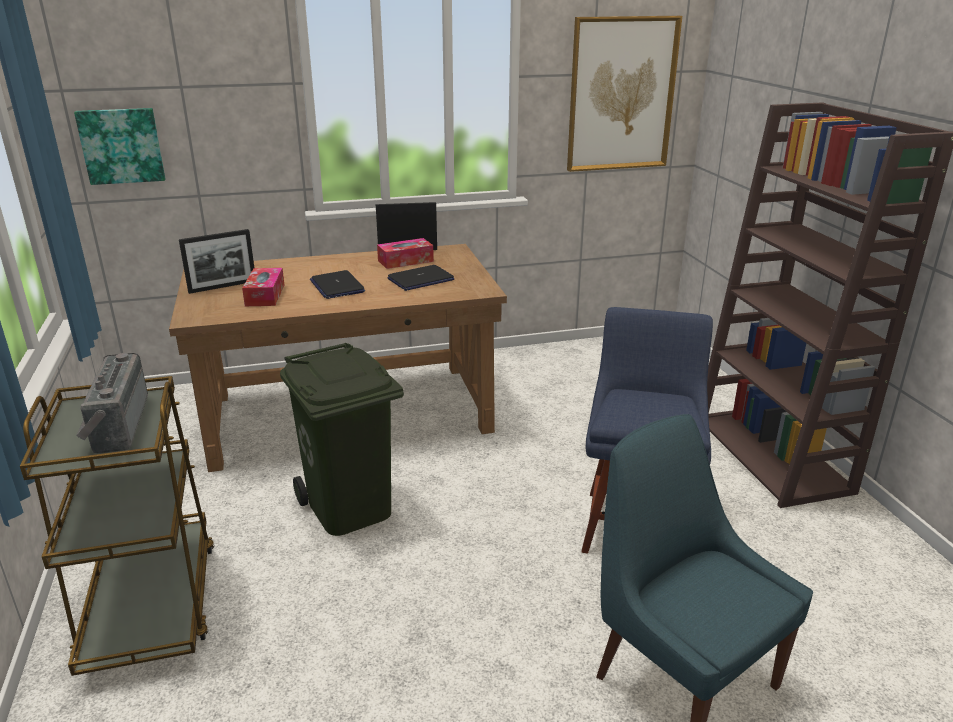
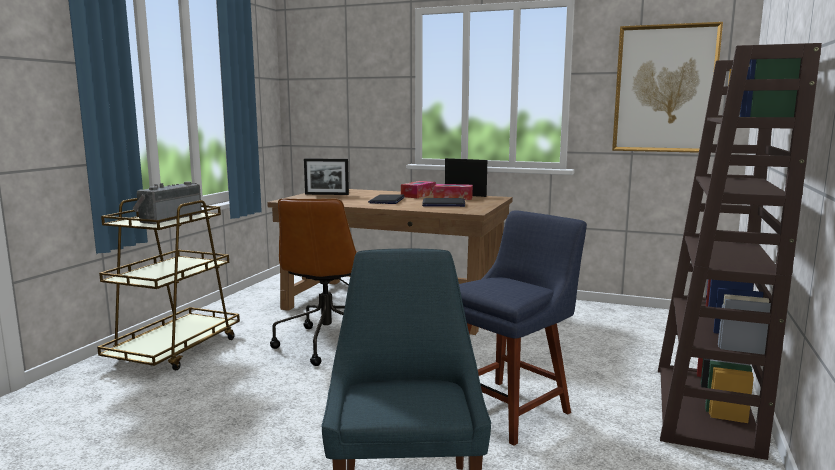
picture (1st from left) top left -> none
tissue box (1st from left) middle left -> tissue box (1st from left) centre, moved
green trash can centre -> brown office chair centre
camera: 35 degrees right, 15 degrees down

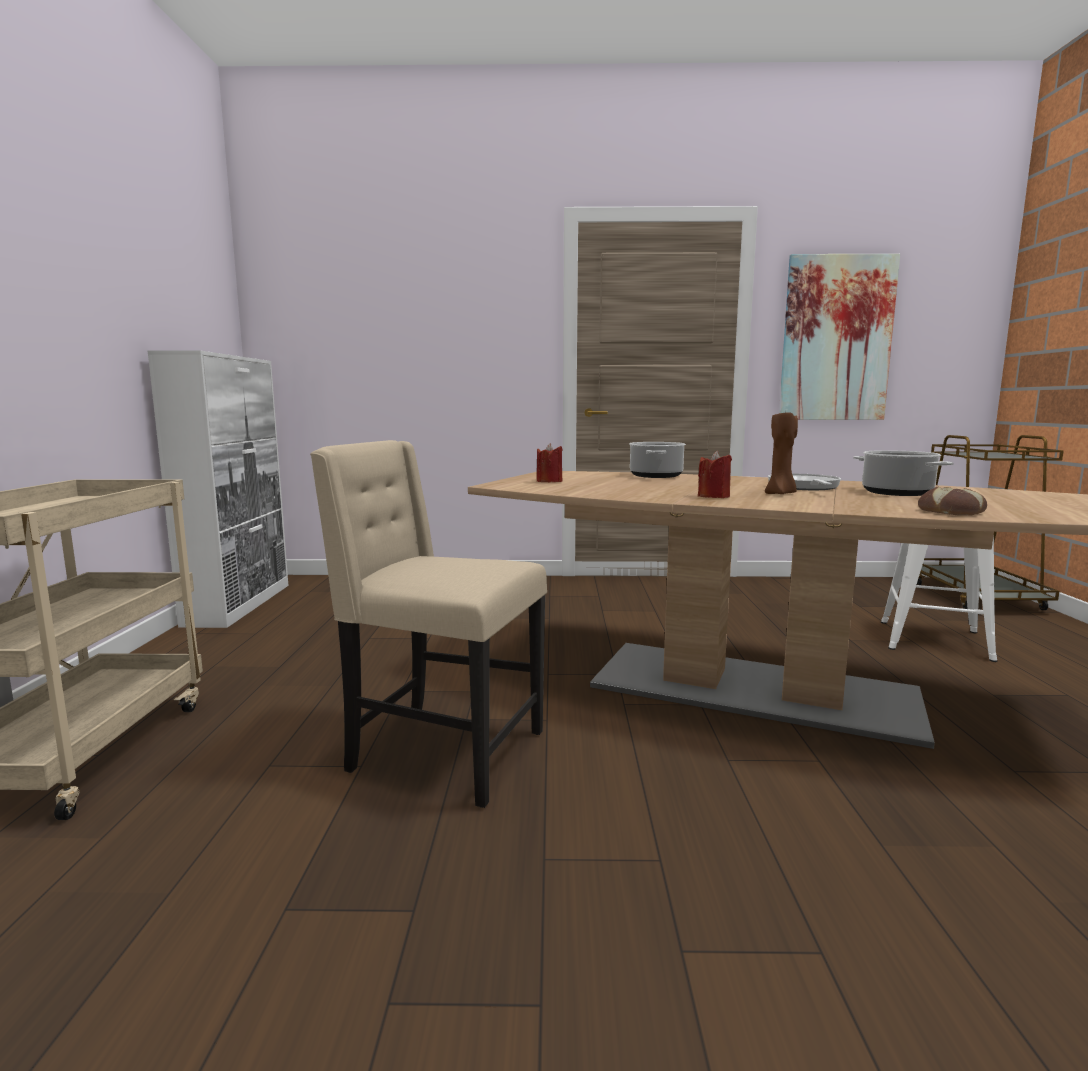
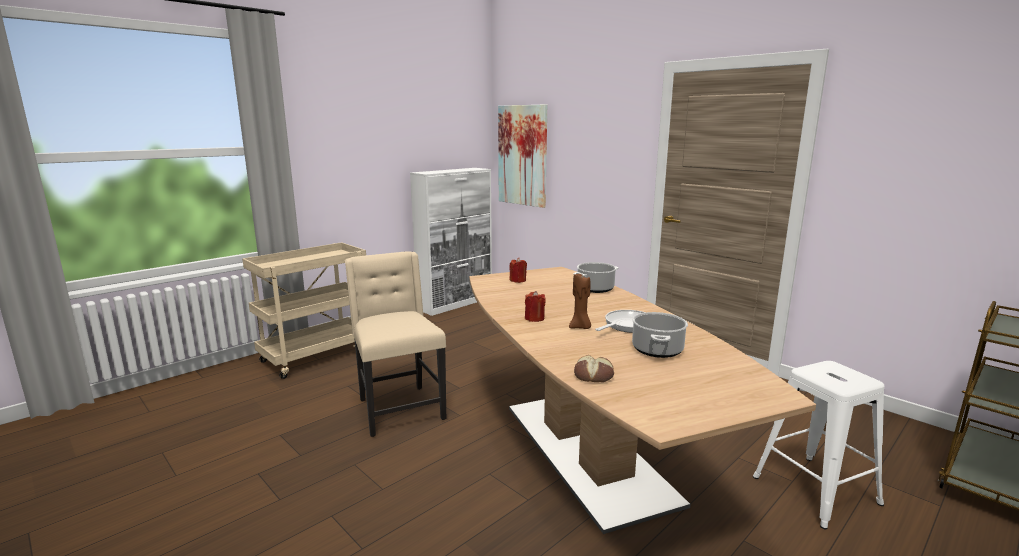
picture top right -> picture top centre, moved
camera: 45 degrees right, 5 degrees up

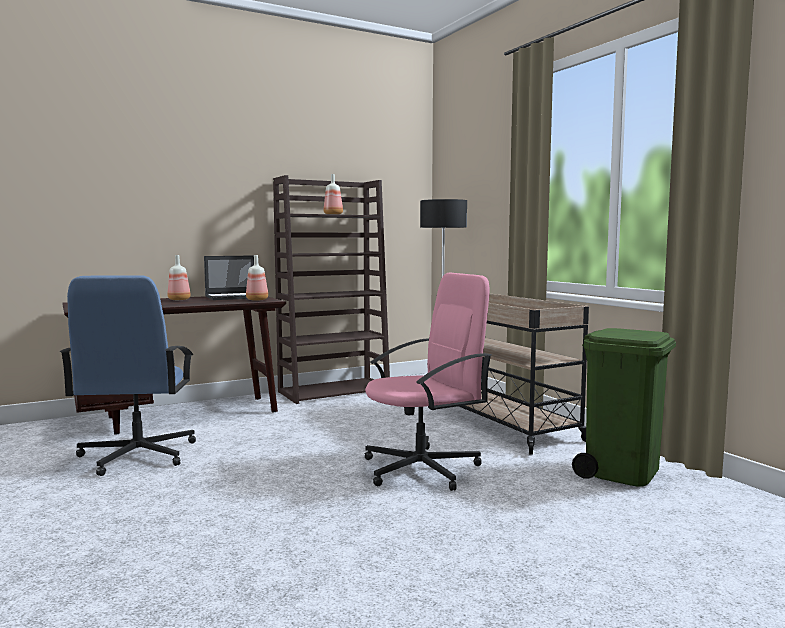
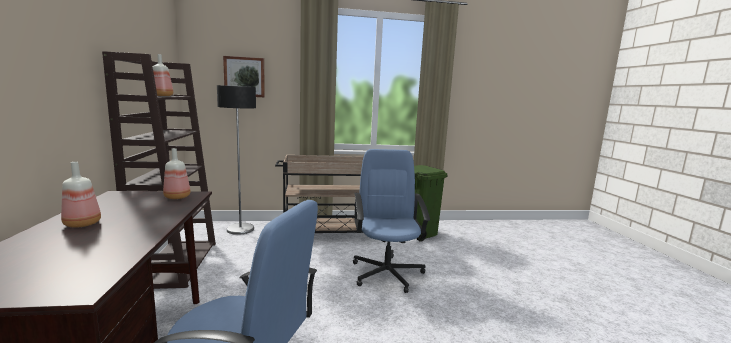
laptop middle left -> none
pink office chair centre -> blue office chair (2nd from left) centre
none -> picture top centre
camera: 70 degrees left, 5 degrees up

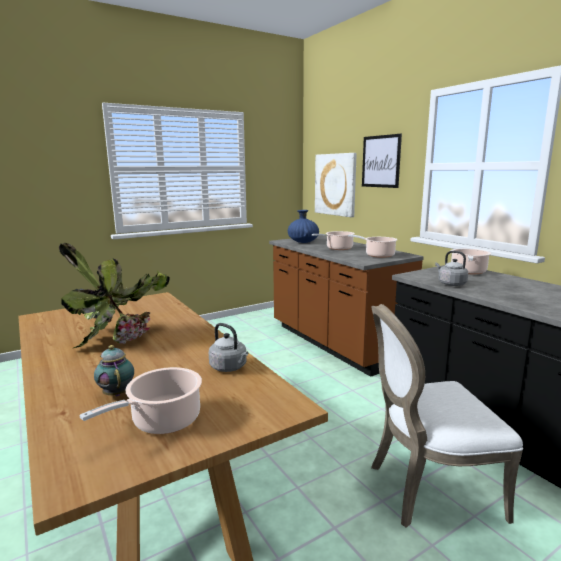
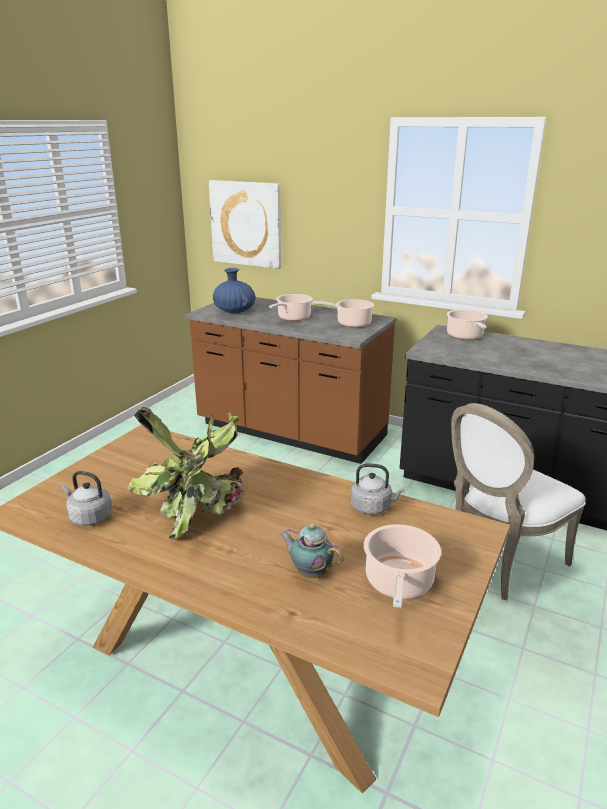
picture (2nd from left) top right -> none
grey kettle (2nd from left in the first image) middle right -> grey kettle (1st from left) middle left, moved
camera: 30 degrees left, 10 degrees up

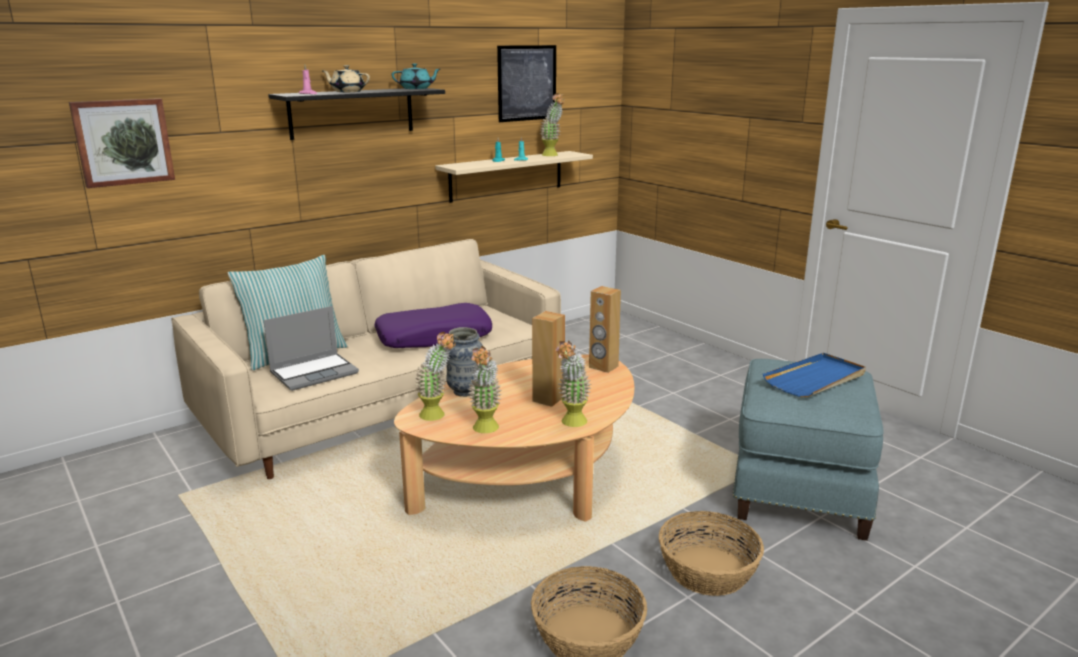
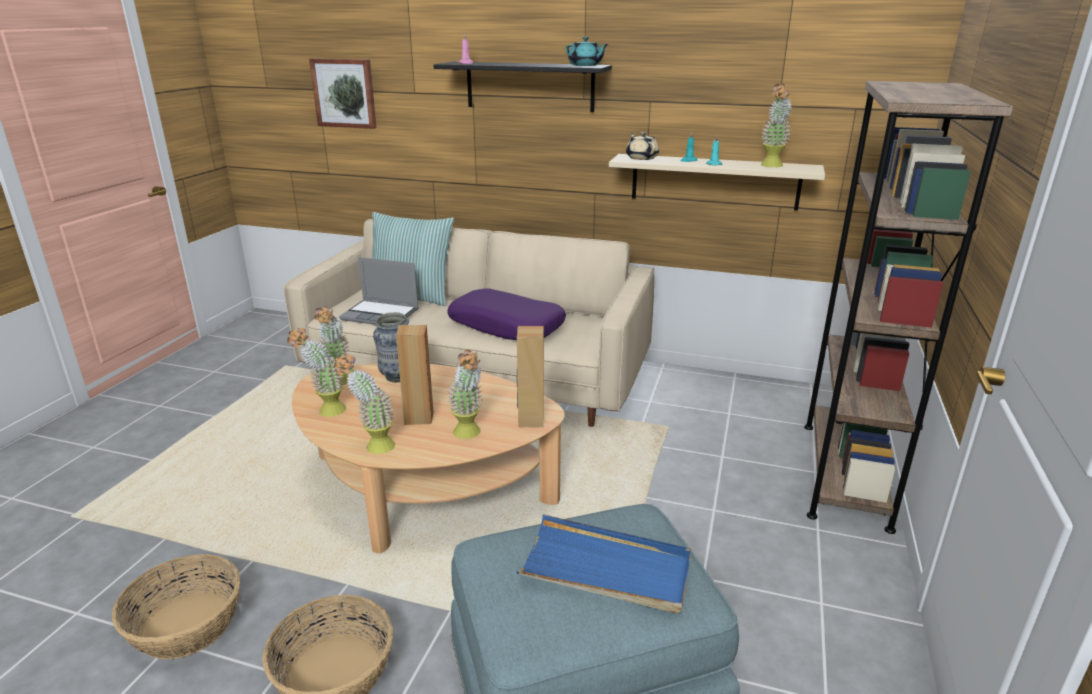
beige teapot top left -> beige teapot top centre, moved
picture (2nd from left) top centre -> none
none -> potted plant (4th from left) centre
none -> brown bookcase middle right
camera: 55 degrees right, 5 degrees up

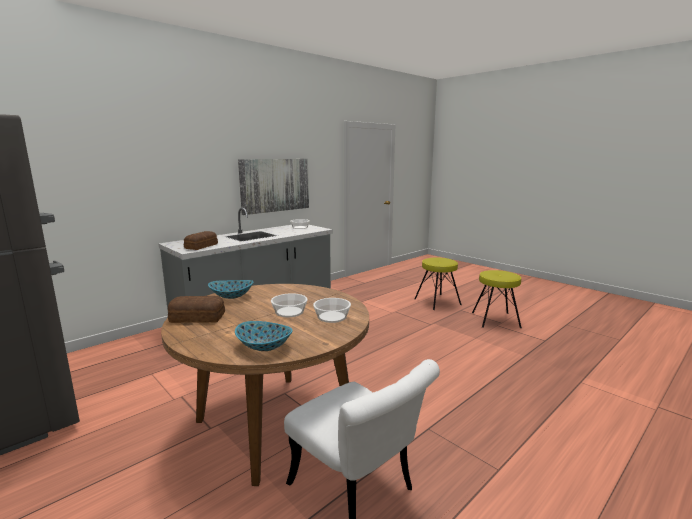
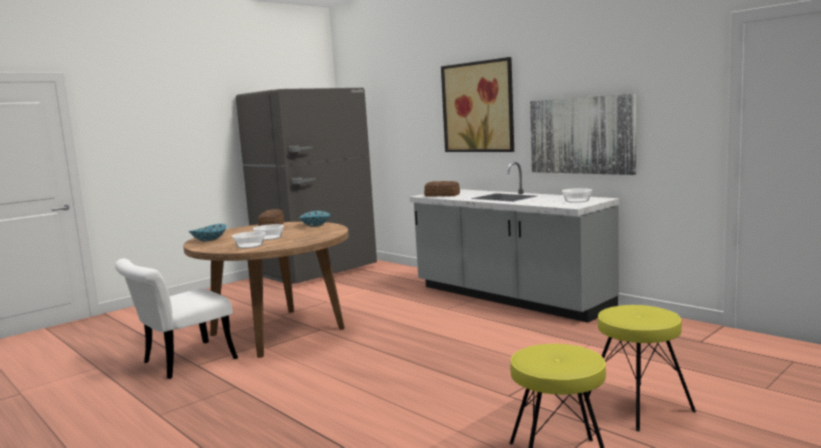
none -> picture (1st from left) top centre
camera: 90 degrees right, 5 degrees down

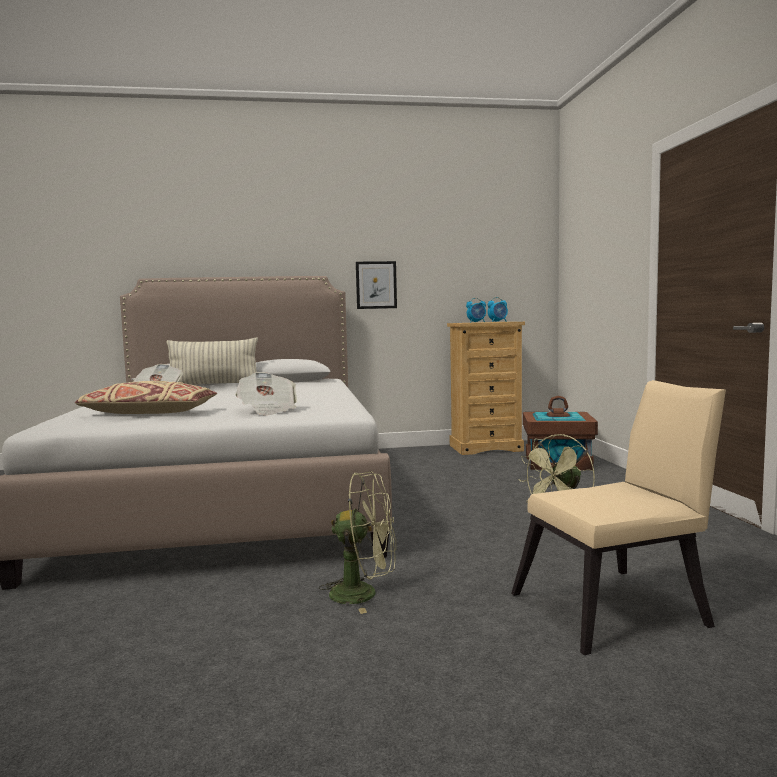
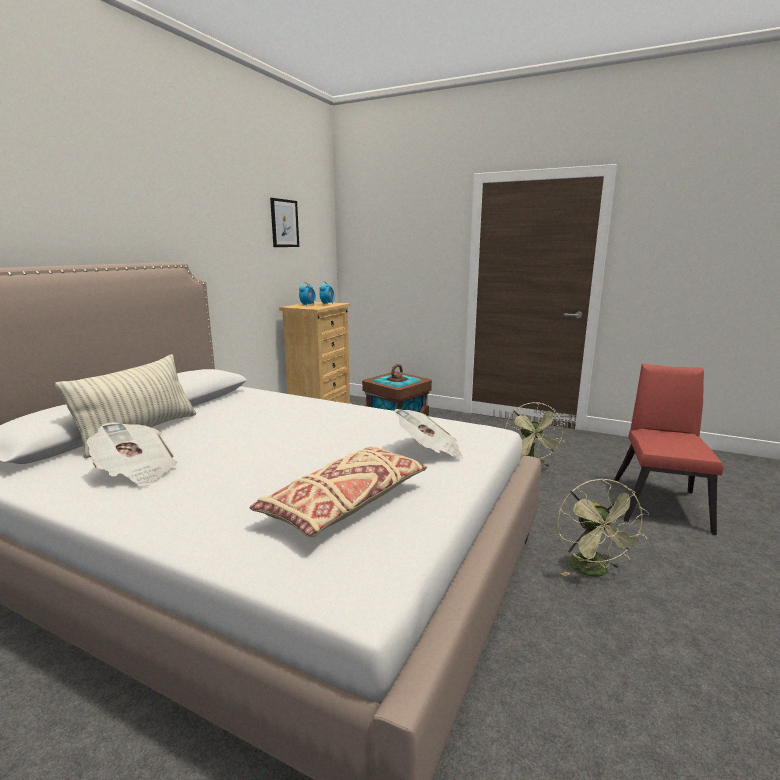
green fan (1st from left in the first image) bottom centre -> green fan (2nd from left) bottom right, 135 degrees clockwise
picture centre -> picture top centre, moved
beige chair middle right -> red chair middle right
camera: 55 degrees left, 10 degrees up

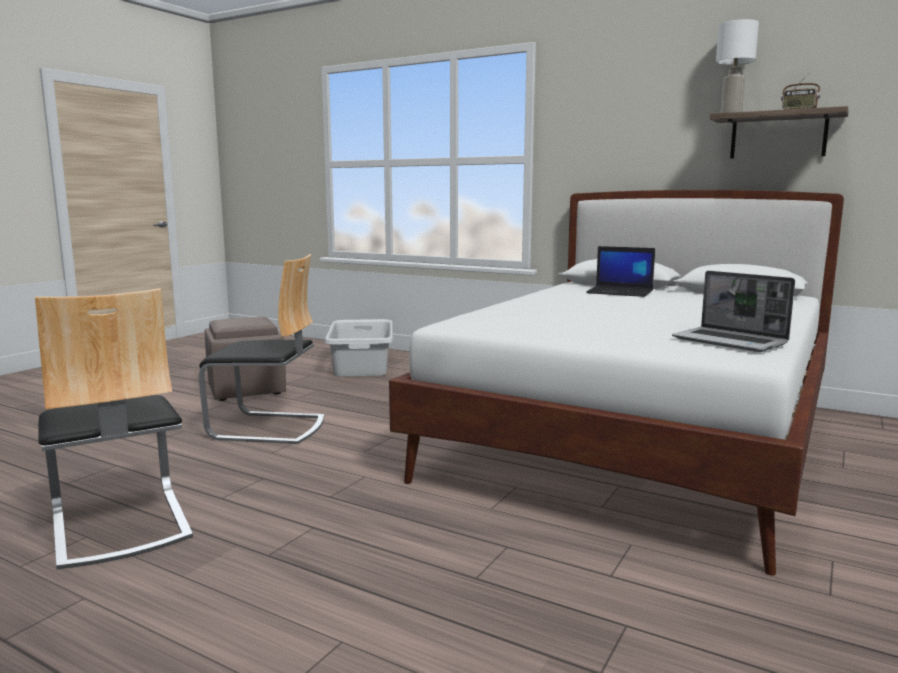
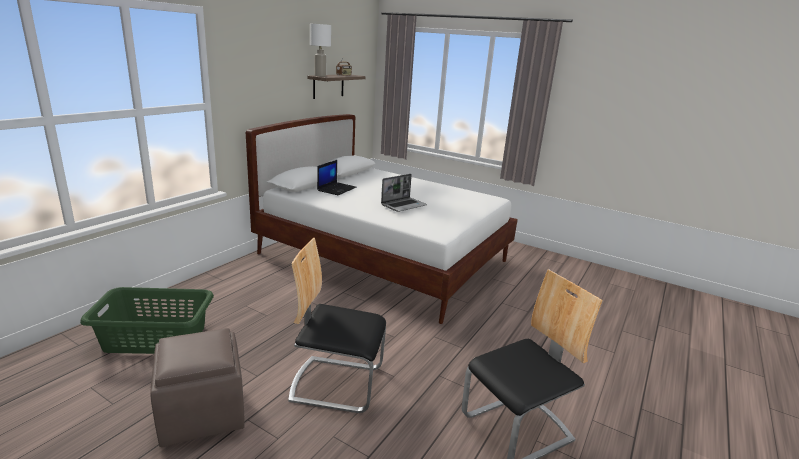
chair (2nd from left in the first image) middle left -> chair (1st from left) bottom centre, 90 degrees counterclockwise
grey laundry basket centre -> green laundry basket bottom left
laptop (2nd from left) middle right -> laptop (2nd from left) centre, moved
camera: 90 degrees left, 10 degrees up

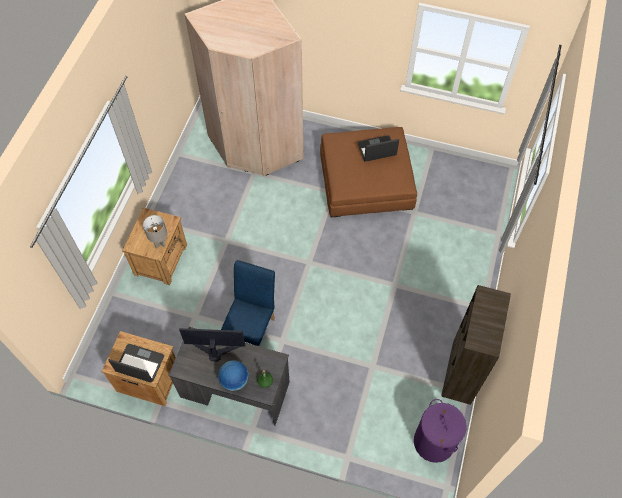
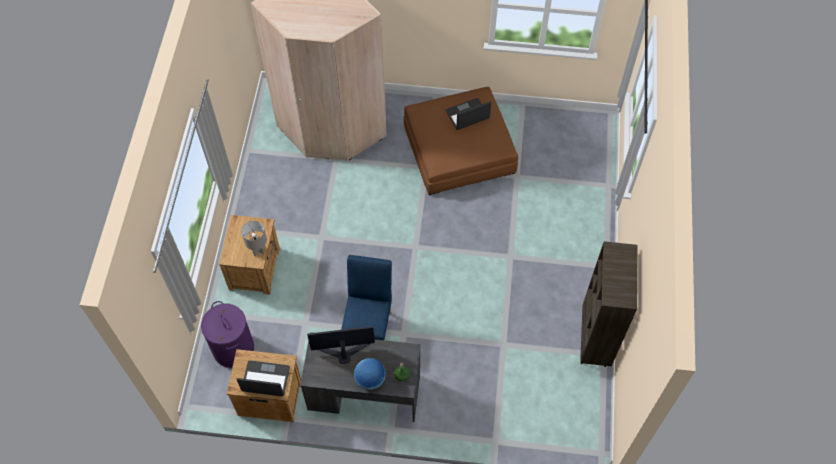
purple laundry basket bottom right -> purple laundry basket bottom left, moved
camera: 10 degrees left, 0 degrees up

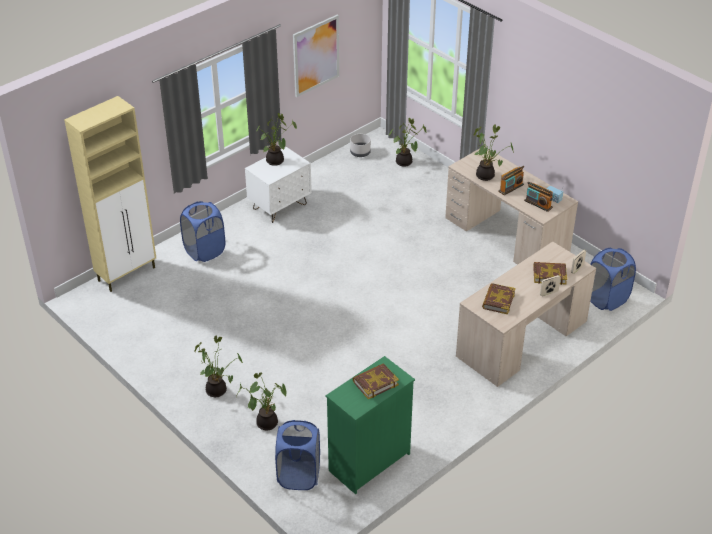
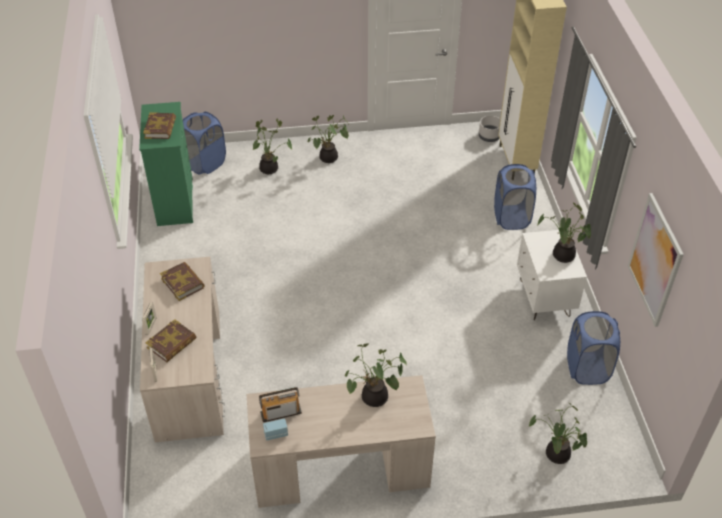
grey planter top centre -> grey planter top right, moved
radio (1st from left) middle right -> none
blue laundry basket (3rd from left) middle right -> blue laundry basket (3rd from left) bottom right, moved
camera: 125 degrees right, 5 degrees up

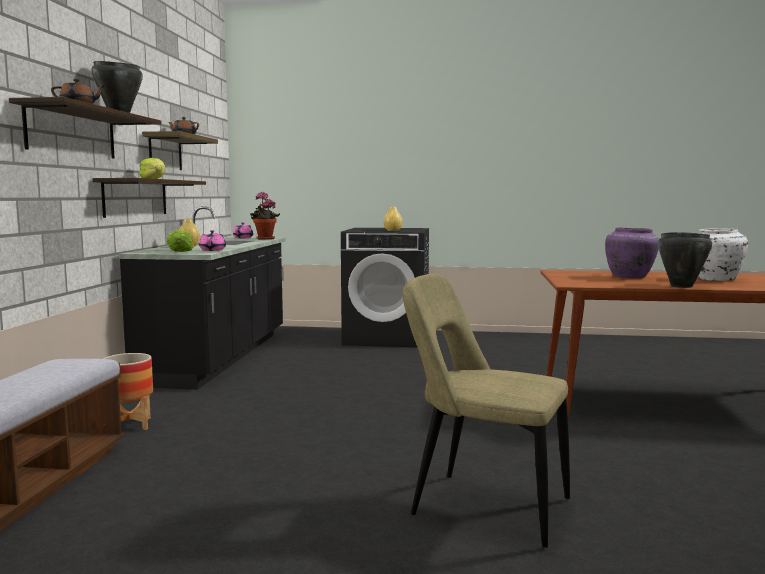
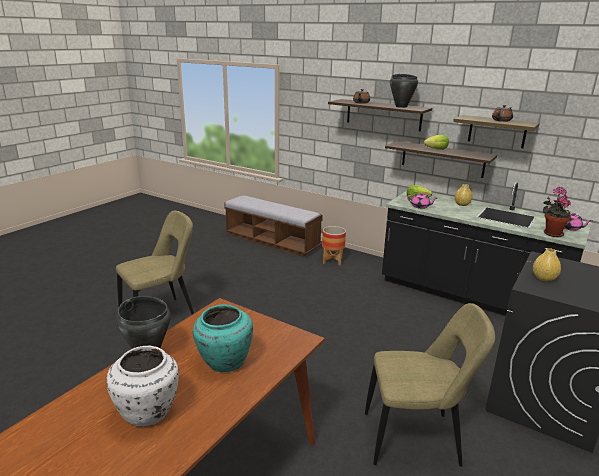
purple vase middle right -> turquoise vase bottom centre
none -> beige chair (2nd from left) bottom right
camera: 115 degrees right, 15 degrees up

